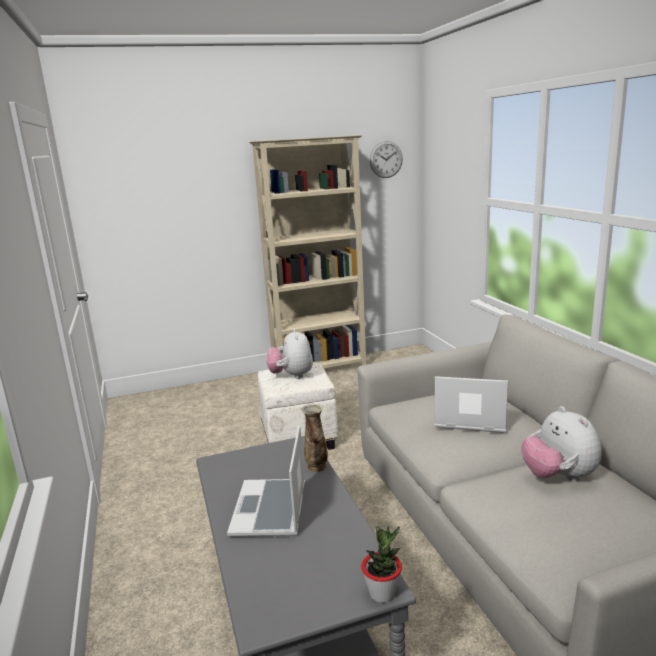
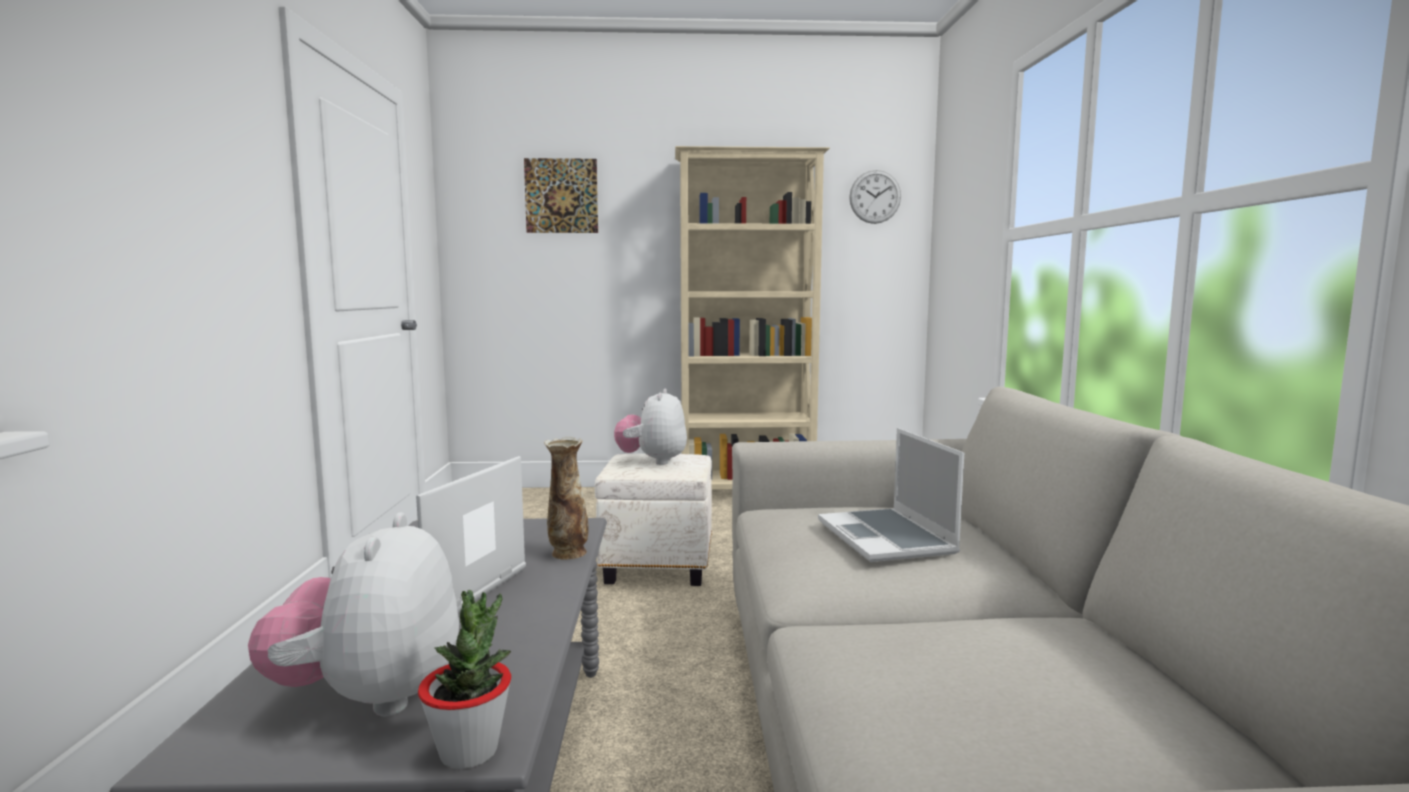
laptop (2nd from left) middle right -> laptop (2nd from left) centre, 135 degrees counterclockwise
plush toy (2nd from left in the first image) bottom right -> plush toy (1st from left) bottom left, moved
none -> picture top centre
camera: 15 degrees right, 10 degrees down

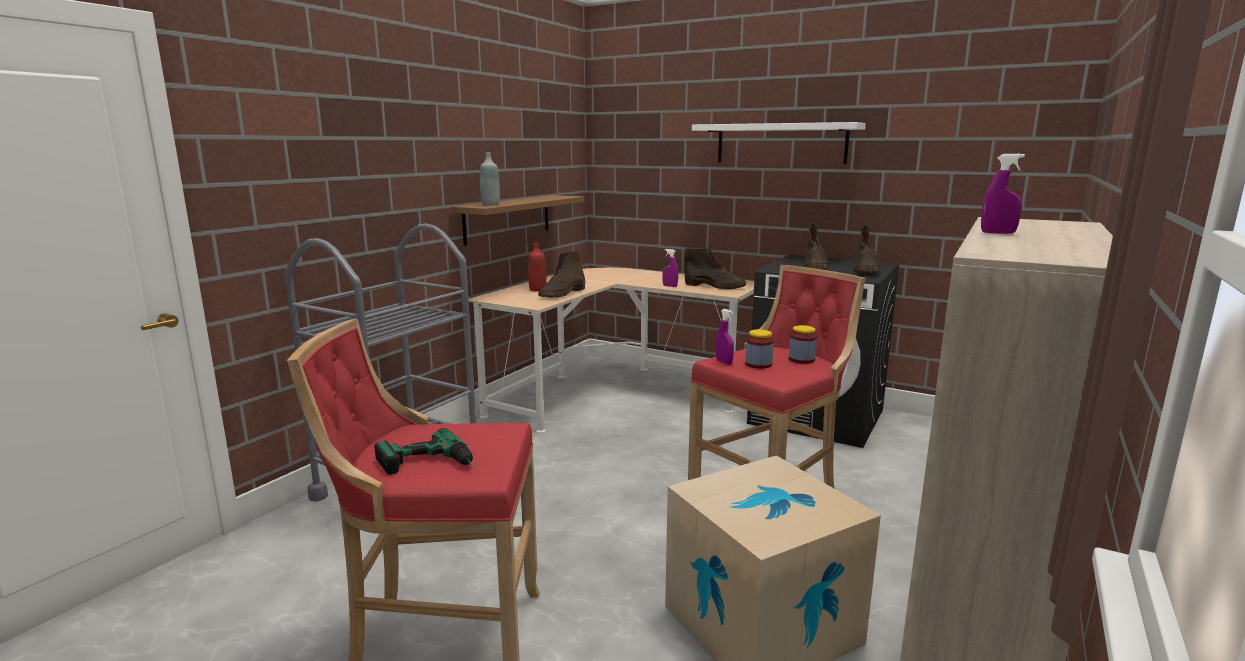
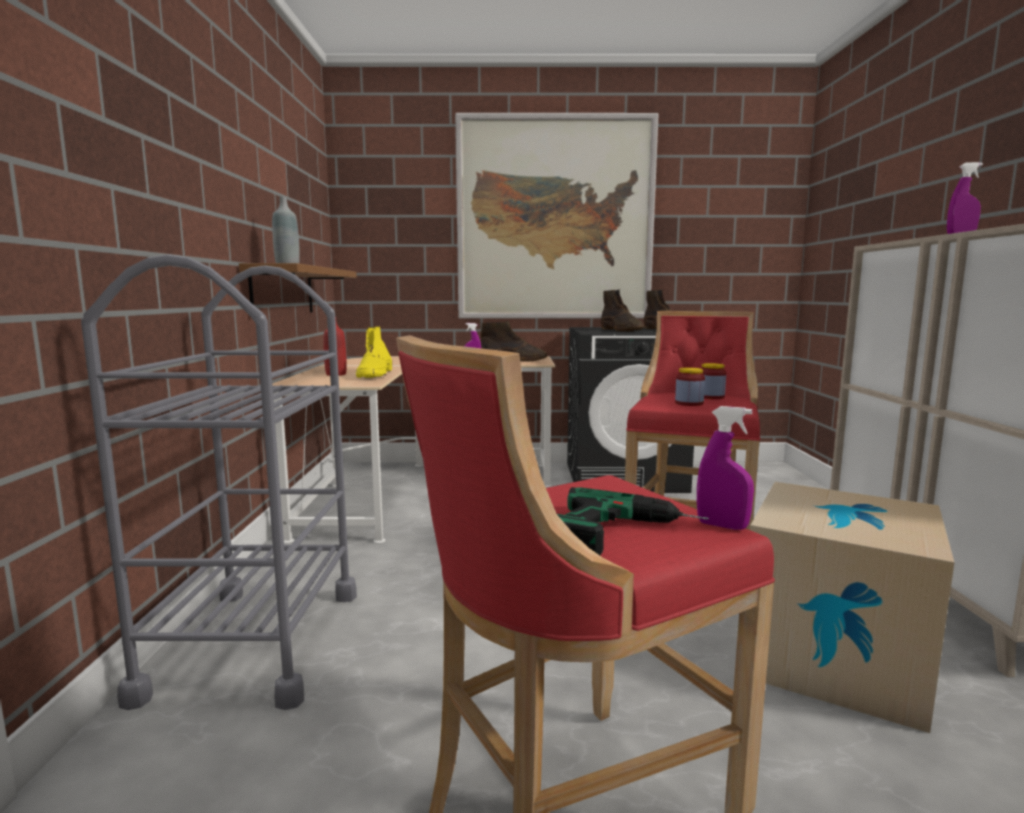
brown boot (1st from left) centre -> yellow boot centre
white shelf top centre -> picture top centre
purple spray bottle (2nd from left) centre -> purple spray bottle (2nd from left) middle right, moved
camera: 30 degrees left, 5 degrees down

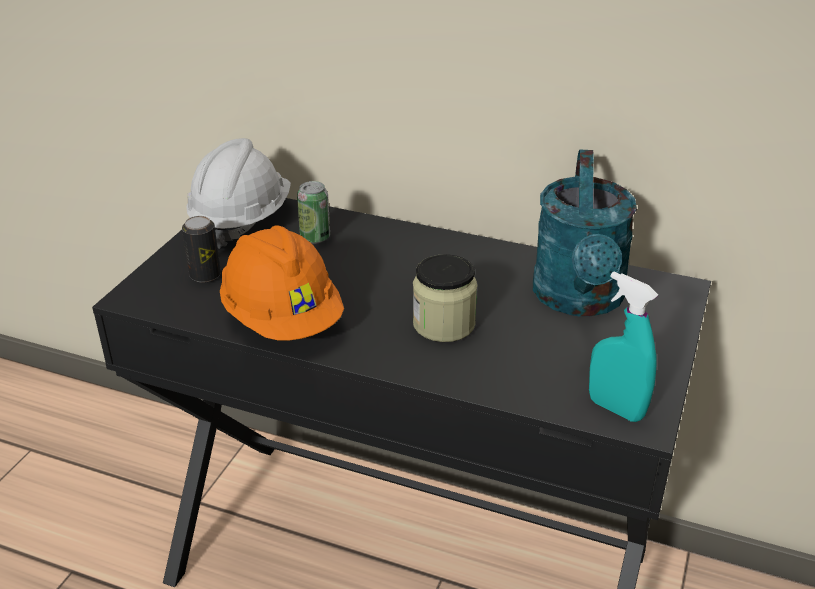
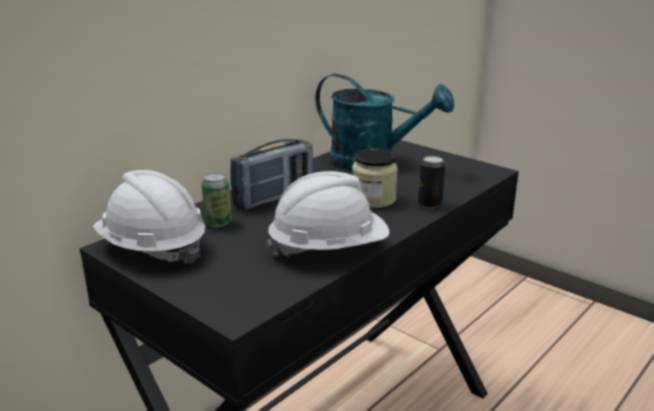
can (1st from left in the first image) middle left -> can (2nd from left) centre, moved
orange hard hat centre -> white hard hat (2nd from left) centre
turquoise spray bottle middle right -> none
none -> radio centre
camera: 70 degrees left, 10 degrees down

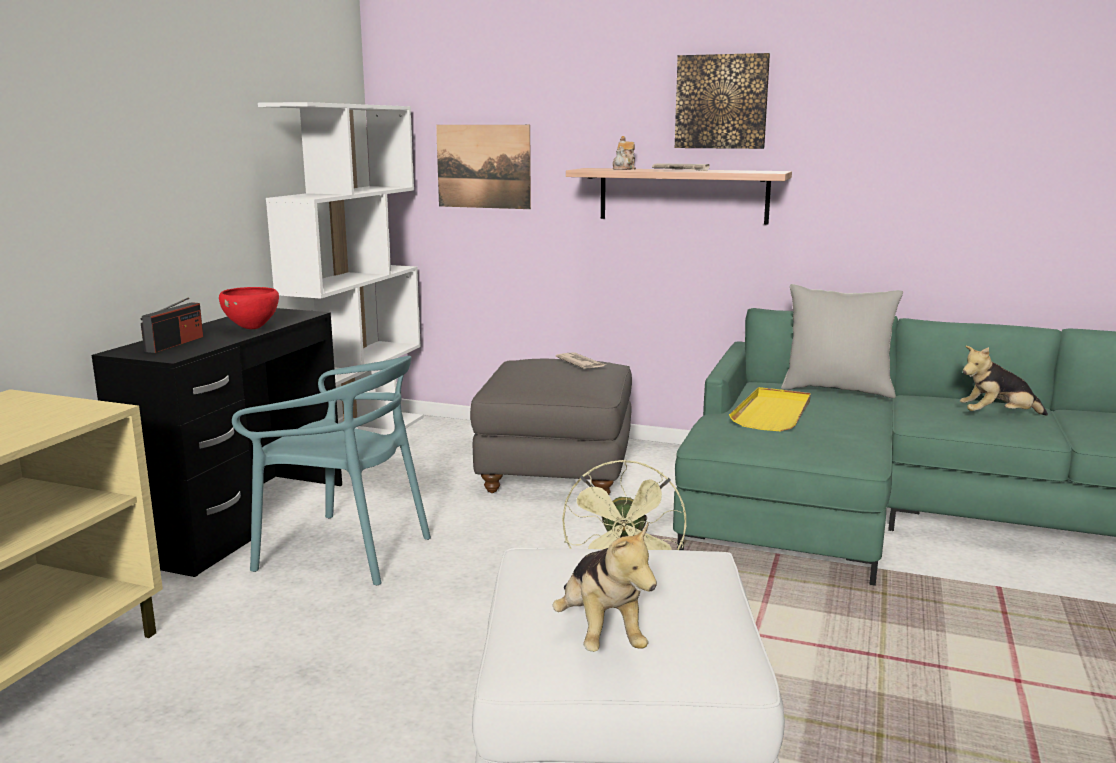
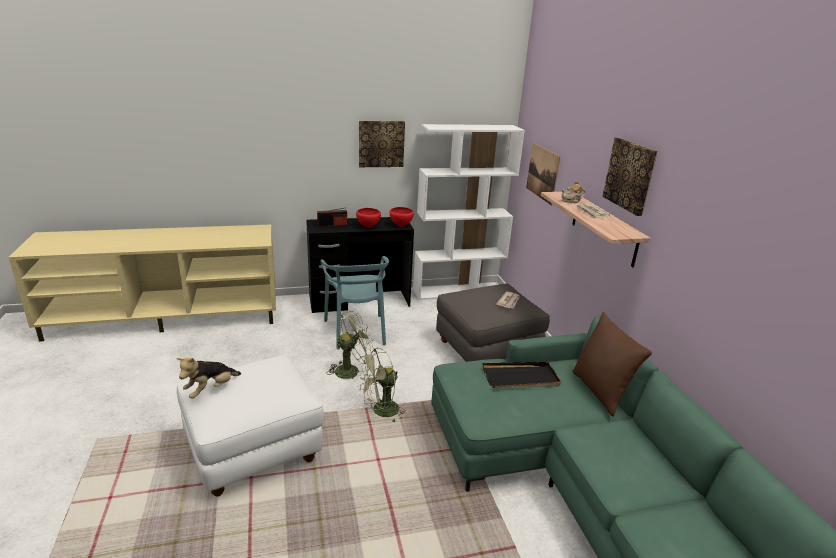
yellow tray middle right -> black tray bottom centre
grey pillow middle right -> brown pillow middle right
plush toy (2nd from left) middle right -> none
none -> green fan (1st from left) centre
none -> picture (1st from left) top centre
none -> red bowl (2nd from left) centre
camera: 55 degrees right, 10 degrees up

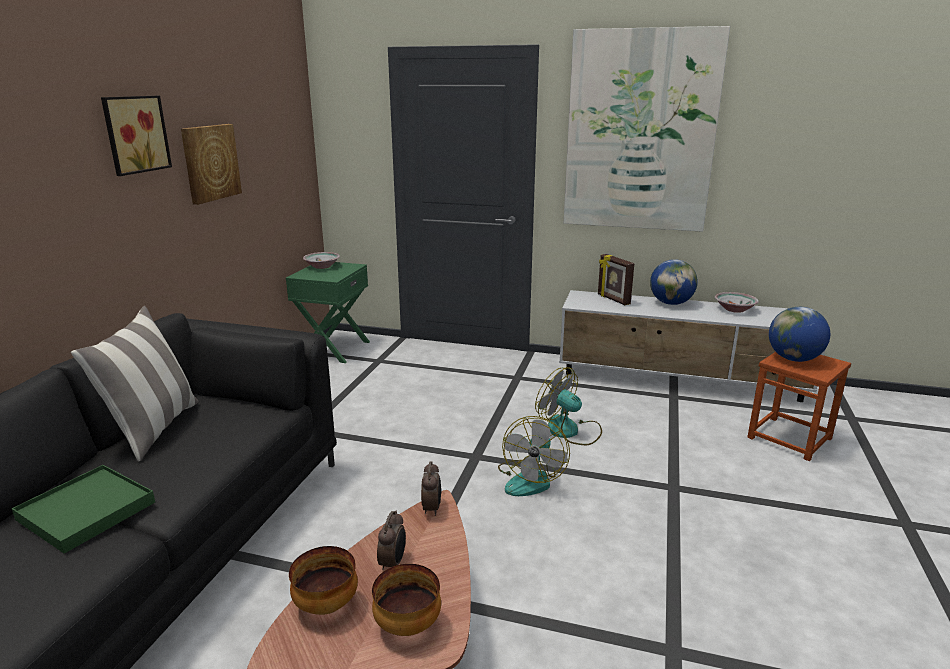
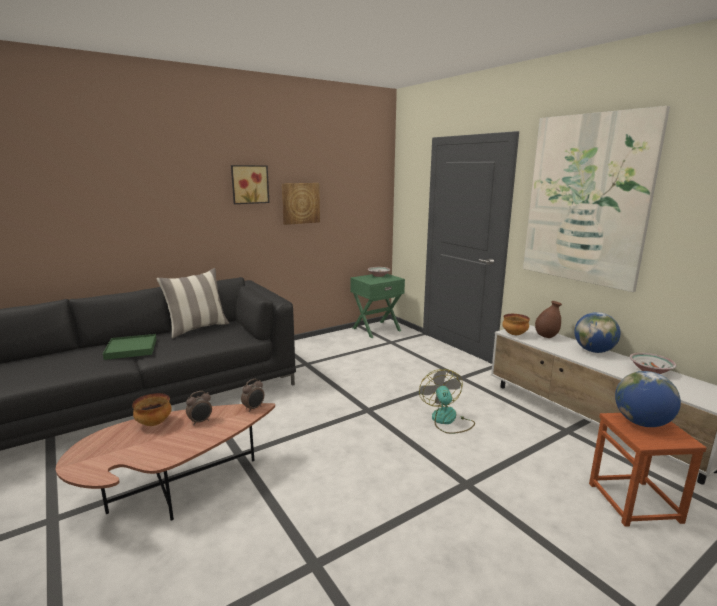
bowl (3rd from left) bottom centre -> bowl (3rd from left) middle right, moved
fan (1st from left) bottom centre -> none
picture frame centre -> brown vase middle right
camera: 40 degrees right, 5 degrees down

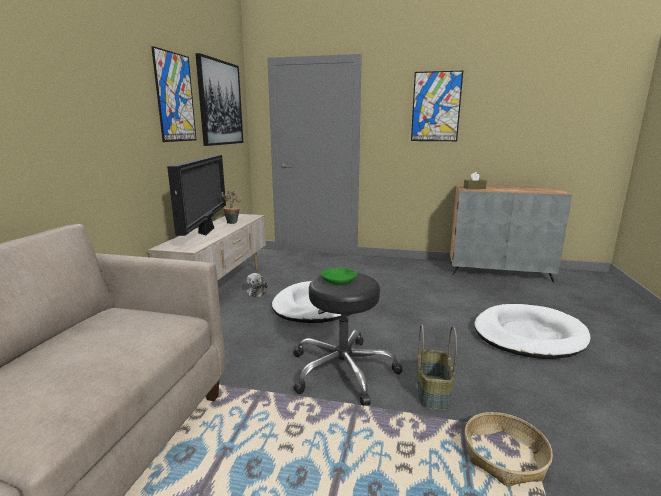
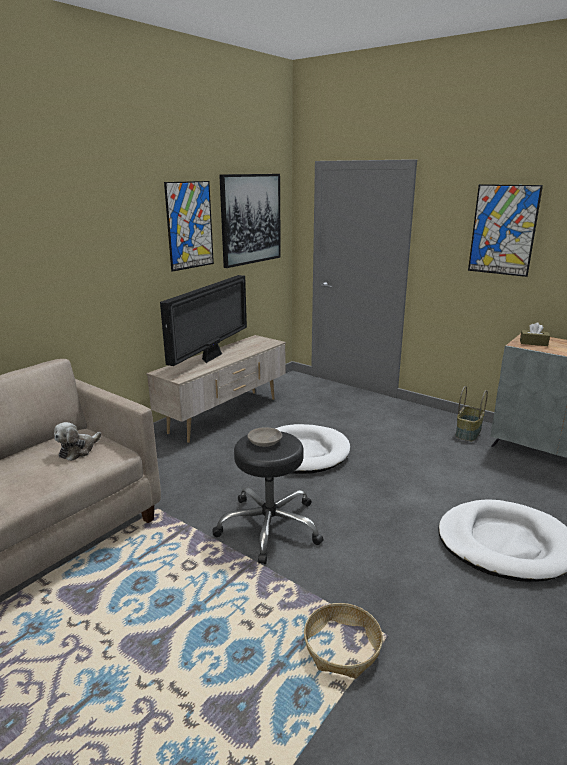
potted plant centre -> none
plush toy centre -> plush toy middle left, moved
green bowl centre -> grey bowl centre
basket (1st from left in the first image) bottom centre -> basket (2nd from left) middle right, moved
camera: 25 degrees right, 5 degrees up

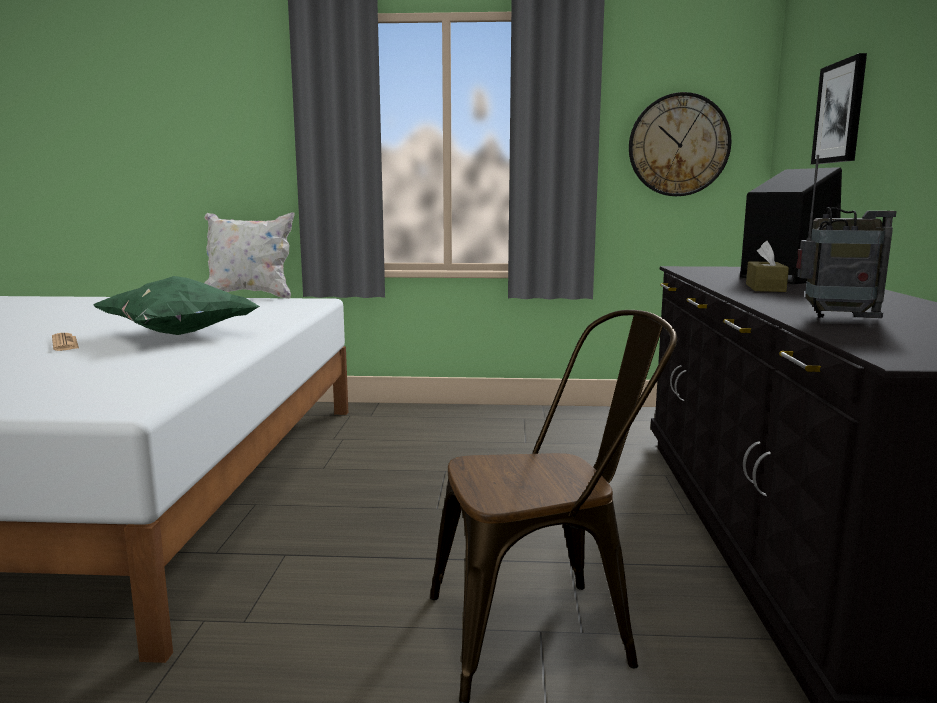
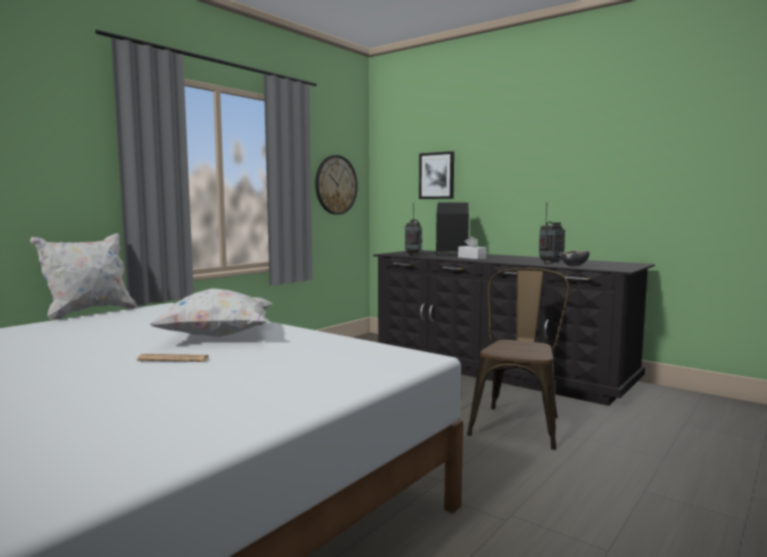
green pillow middle left -> white pillow (2nd from left) middle left
brown tissue box middle right -> white tissue box centre
none -> radio (1st from left) centre
none -> bowl middle right
camera: 55 degrees left, 5 degrees down

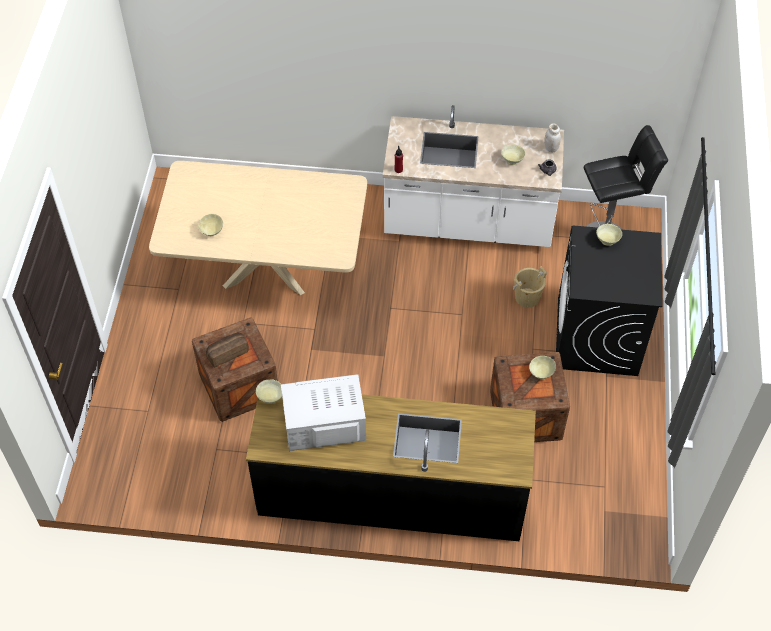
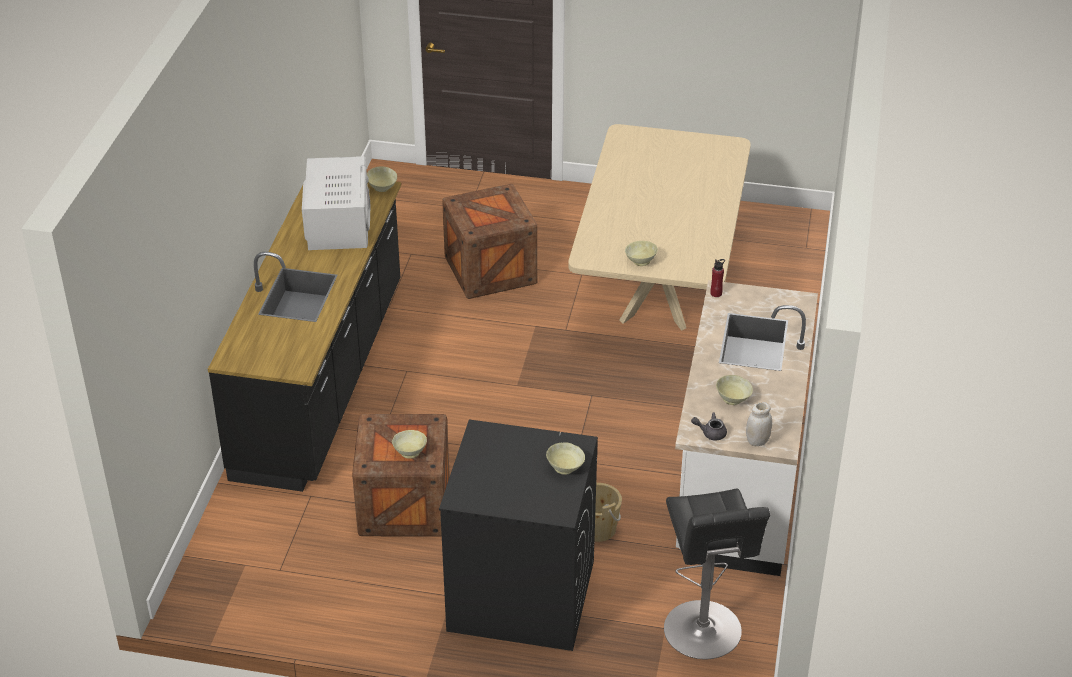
beige bowl (1st from left in the first image) middle left -> beige bowl (4th from left) centre, moved
bread middle left -> none
camera: 95 degrees right, 15 degrees down

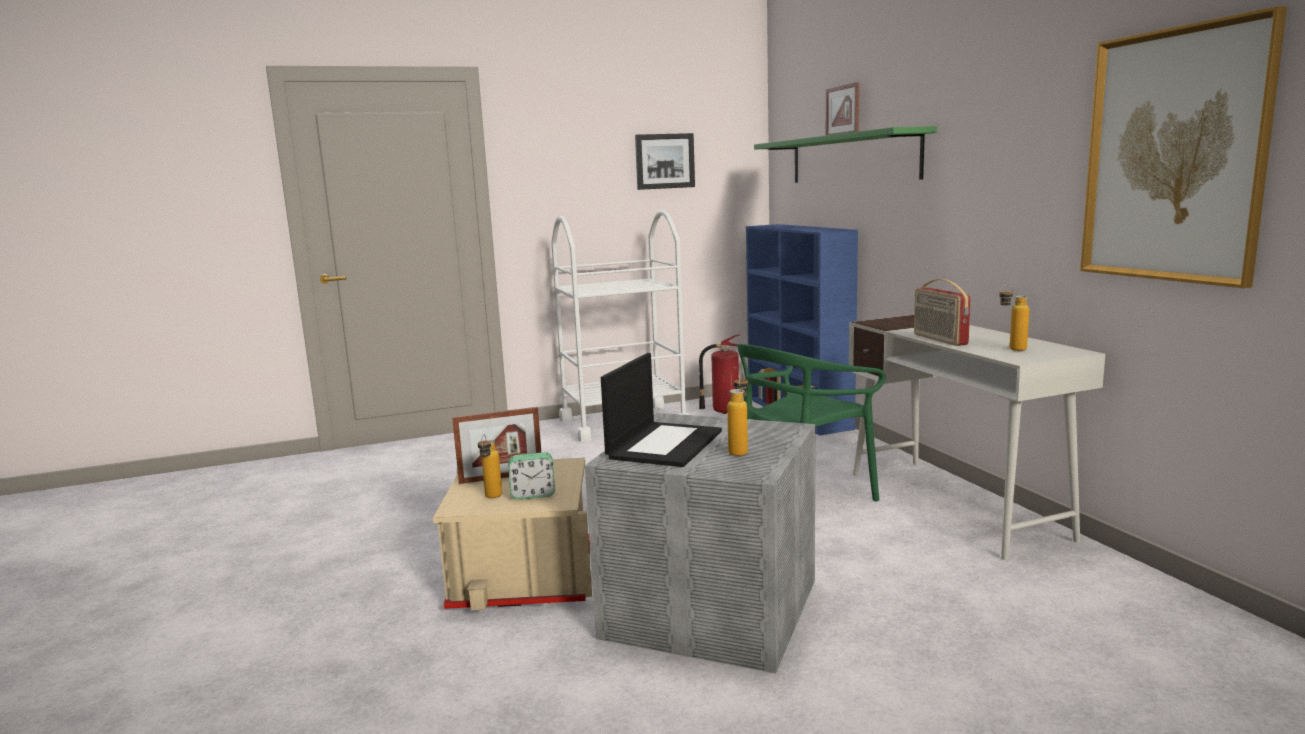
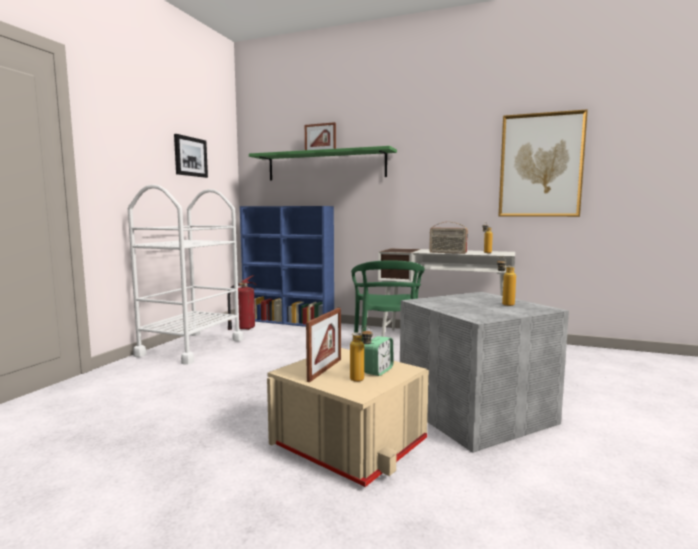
laptop centre -> none
camera: 50 degrees left, 5 degrees down

